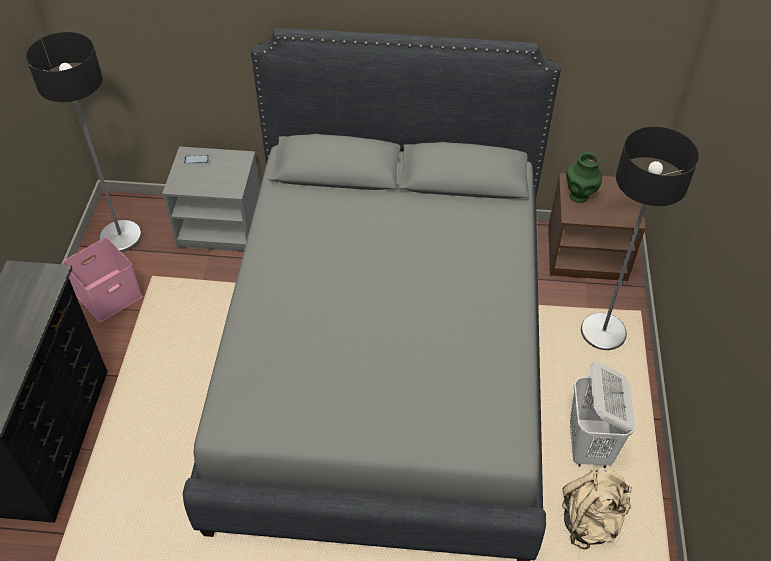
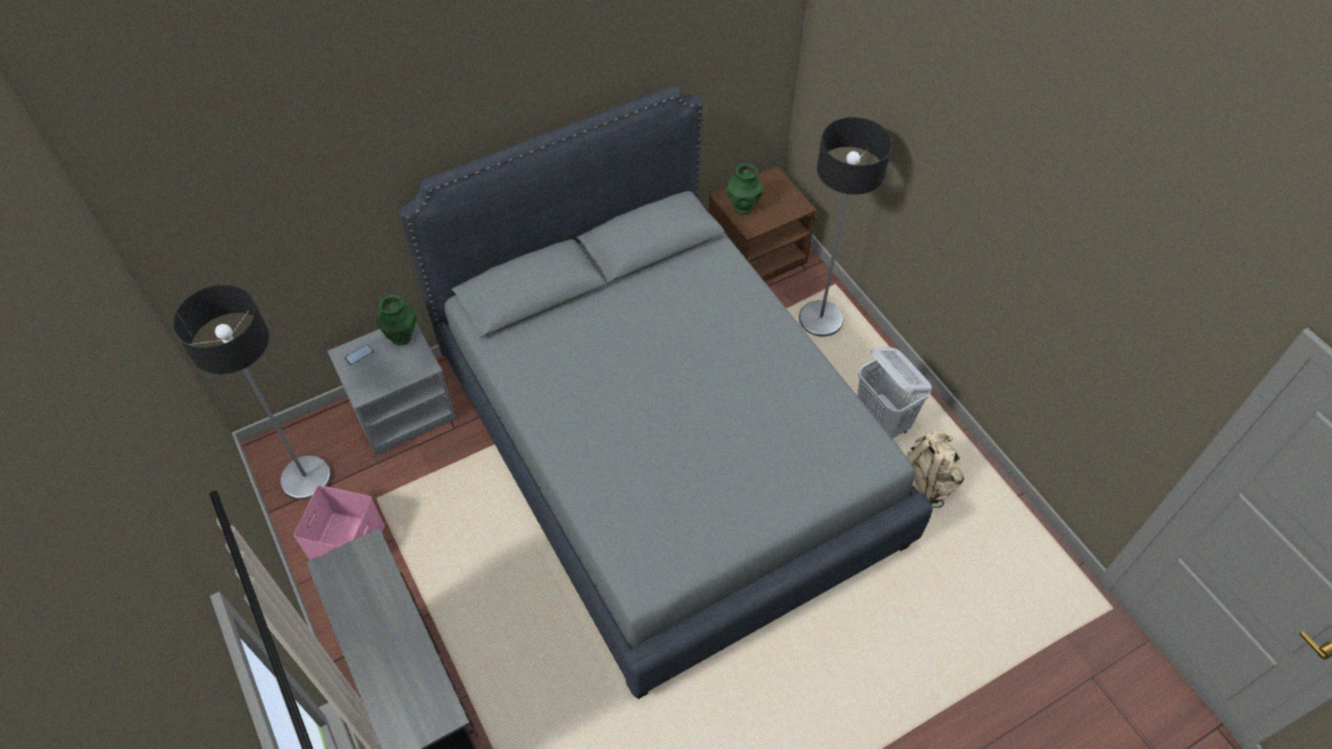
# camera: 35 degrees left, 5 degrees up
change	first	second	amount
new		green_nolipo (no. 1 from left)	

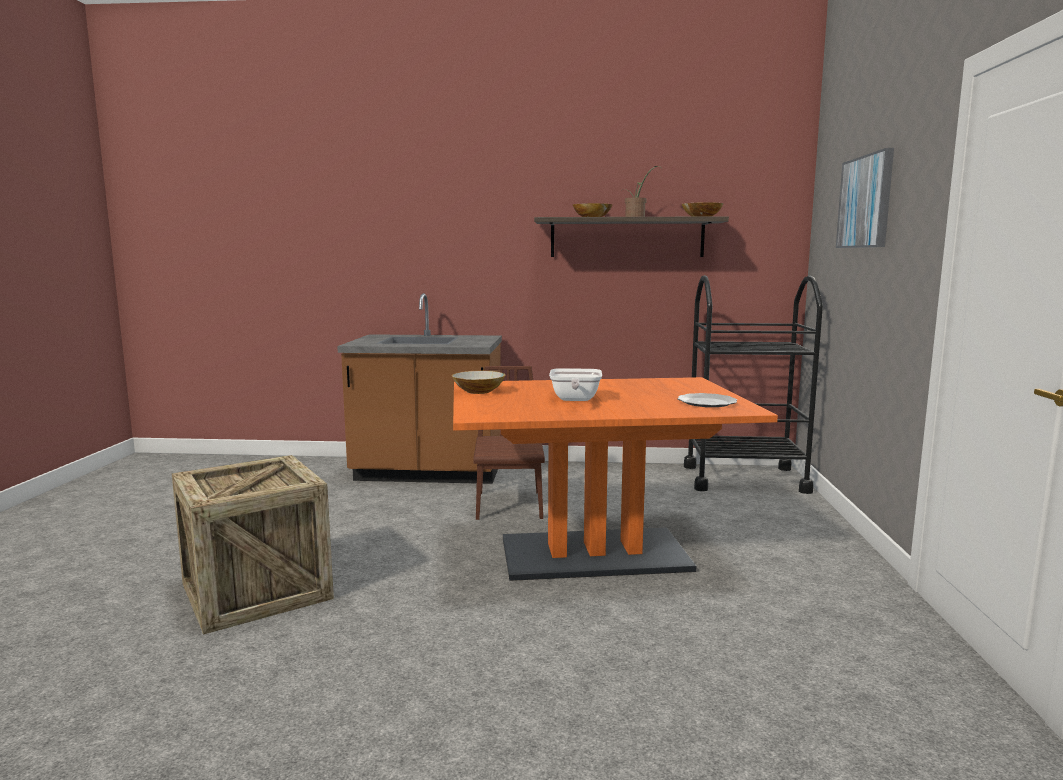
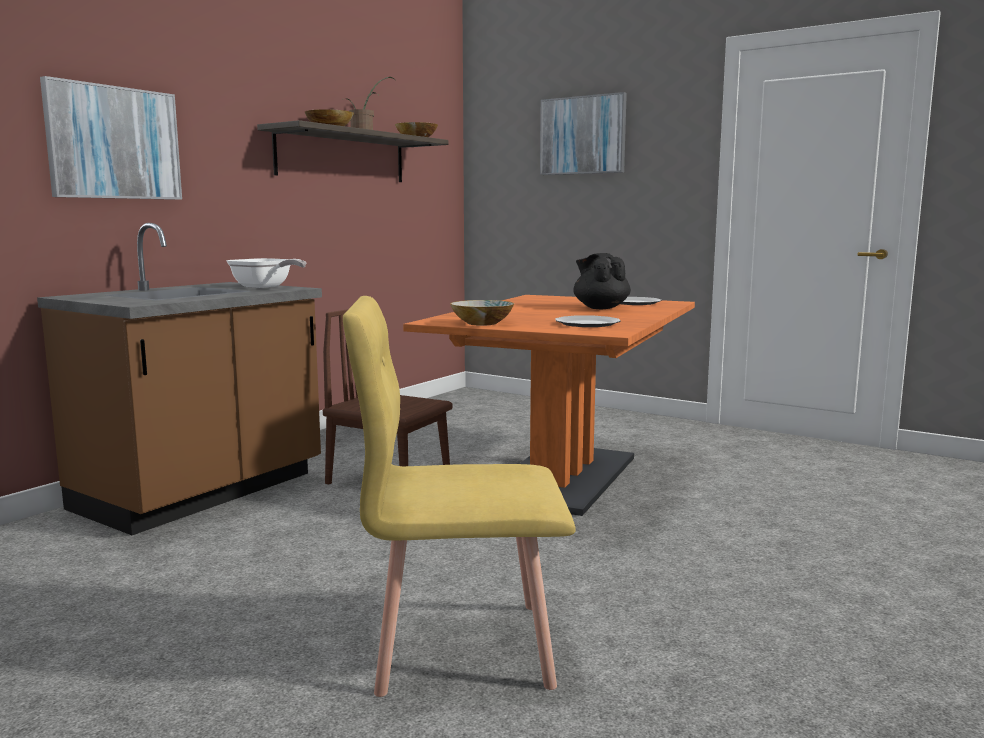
# camera: 60 degrees left, 0 degrees up
change	first	second	amount
new		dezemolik (no. 1 from left)	
shifted	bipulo		
swapped	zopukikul	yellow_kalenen	
new		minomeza (no. 1 from left)	
new		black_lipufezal	
gone	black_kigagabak		

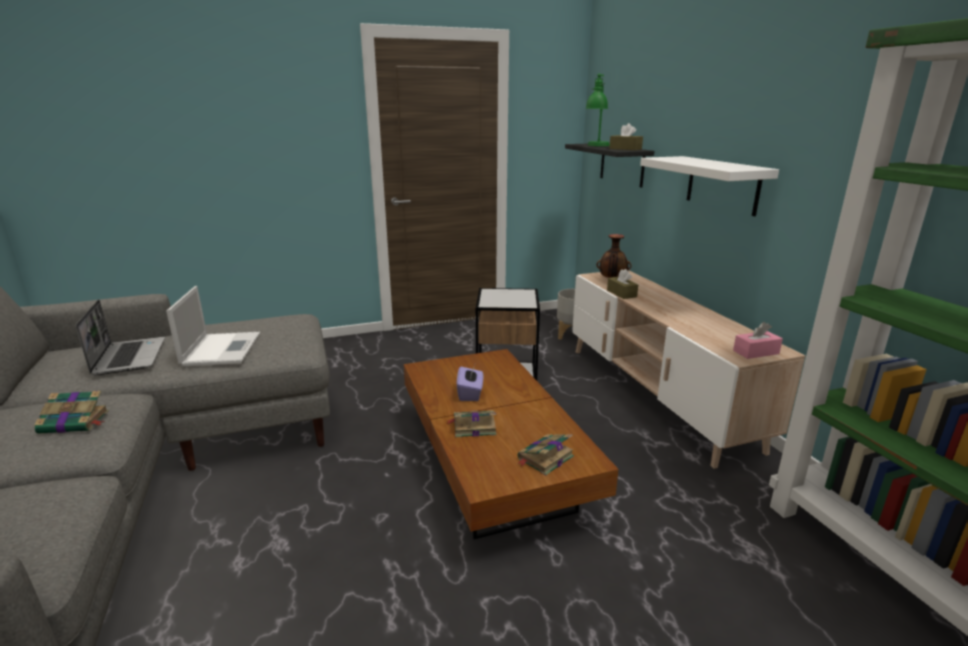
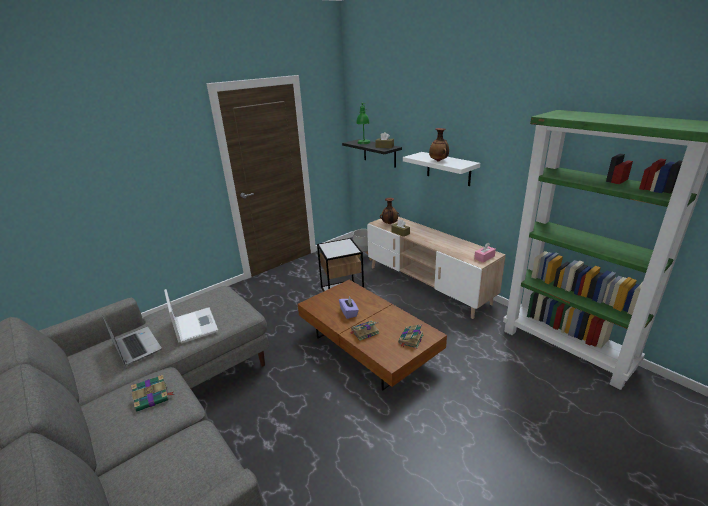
# camera: 20 degrees left, 5 degrees up
change	first	second	amount
new		nolipo (no. 2 from left)	

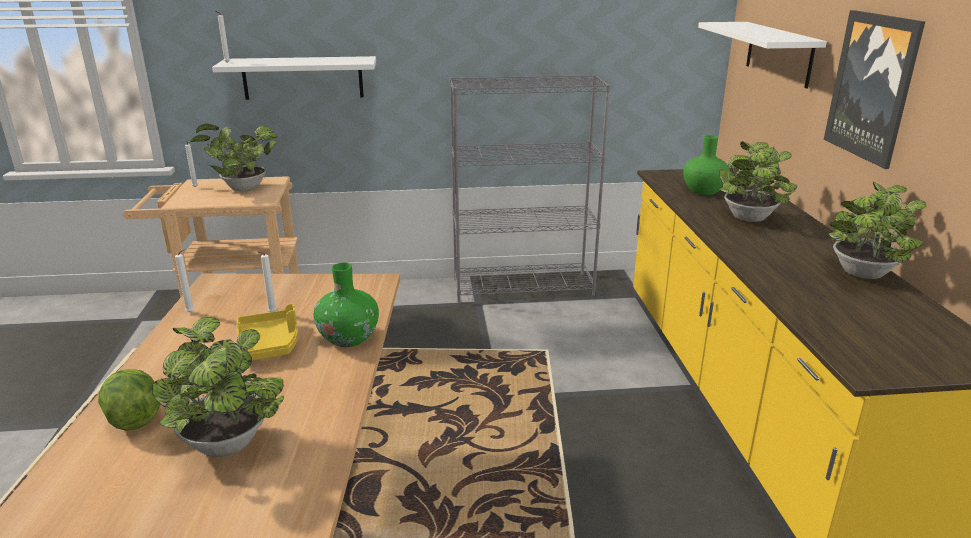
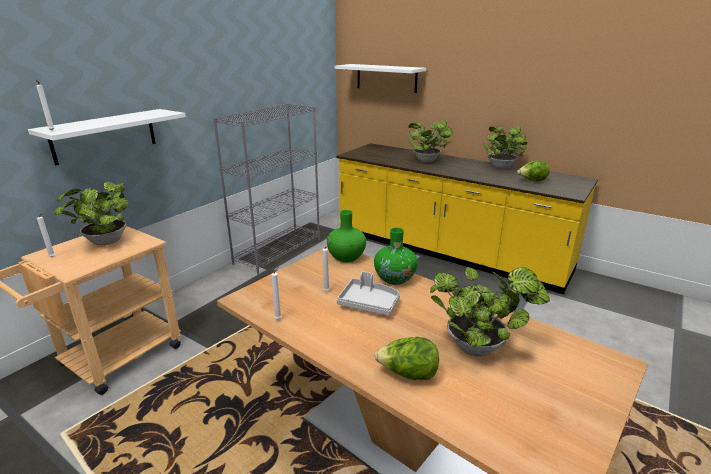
# camera: 50 degrees left, 0 degrees up
change	first	second	amount
shifted	green_nolipo (no. 2 from left in the first image)	green_nolipo (no. 1 from left)	
repainted	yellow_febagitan	grey_febagitan	
new		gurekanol (no. 2 from left)	
gone	dezemolik		

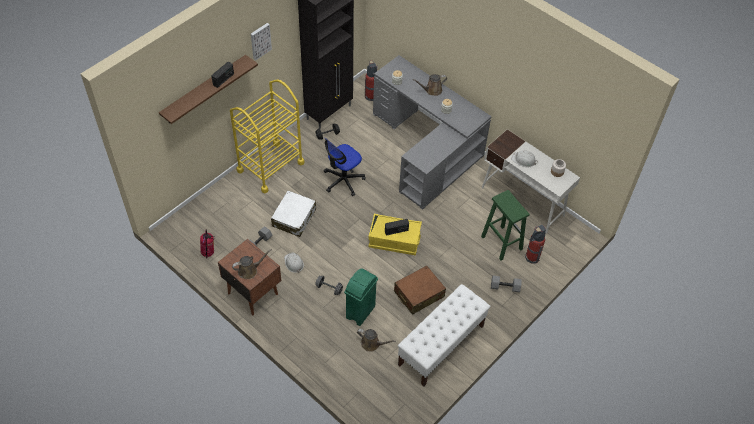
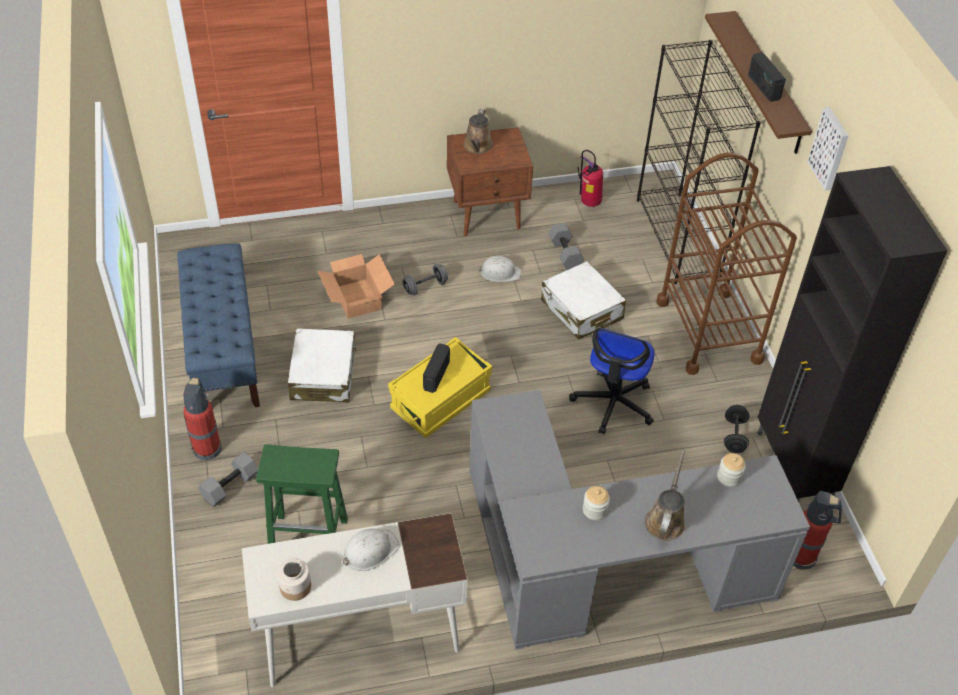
# camera: 125 degrees right, 5 degrees down
change	first	second	amount
repainted	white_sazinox	blue_sazinox	
shifted	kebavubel (no. 3 from left in the first image)	kebavubel (no. 1 from left)	
repainted	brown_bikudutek	white_bikudutek (no. 1 from left)	
swapped	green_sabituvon	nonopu	
rotated	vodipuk		150 degrees counterclockwise
new		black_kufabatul	
repainted	yellow_kigagabak	brown_kigagabak	
gone	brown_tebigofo (no. 2 from left)		

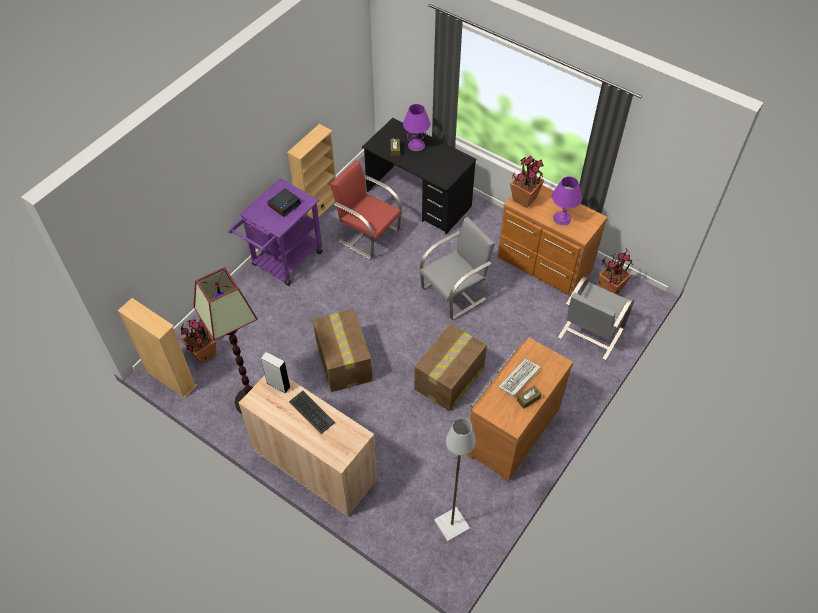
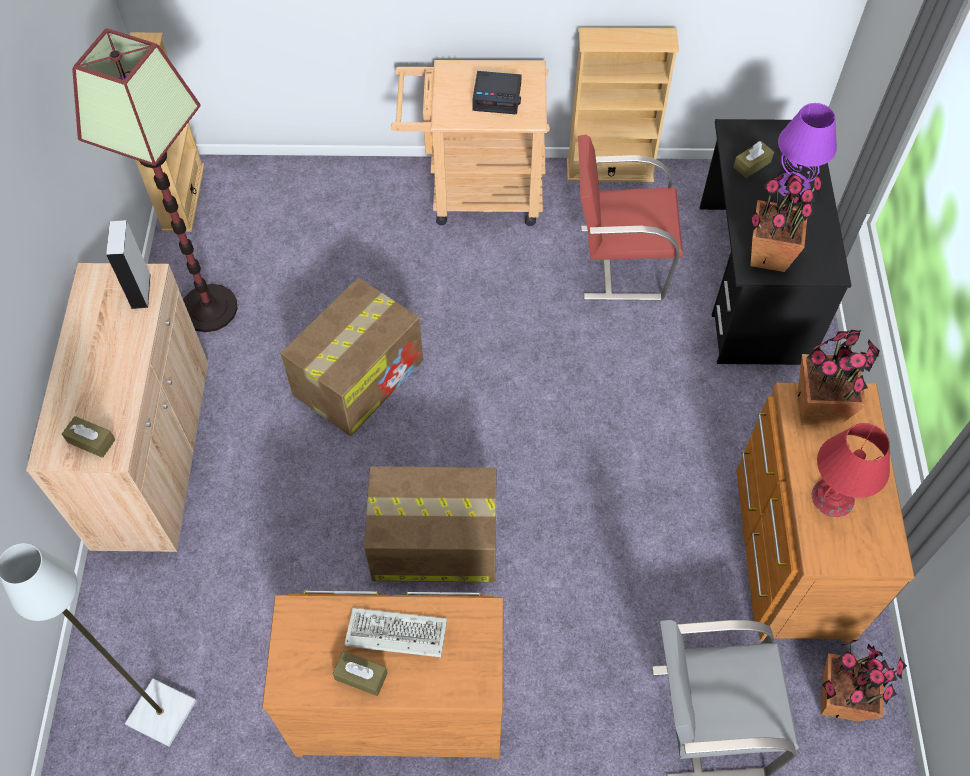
# camera: 55 degrees right, 5 degrees up
change	first	second	amount
new		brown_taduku (no. 1 from left)	
repainted	purple_kigagabak	beige_kigagabak	
rotated	red_kalenen		90 degrees counterclockwise
shifted	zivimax (no. 1 from left)		
repainted	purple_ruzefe (no. 2 from left)	red_ruzefe	
gone	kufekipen (no. 1 from left)		
gone	grey_kalenen (no. 1 from left)		

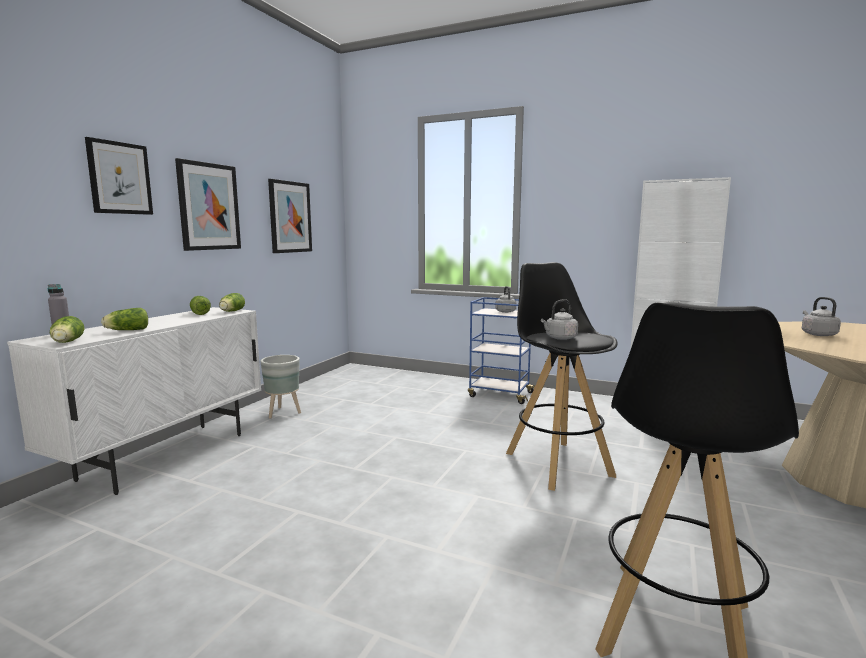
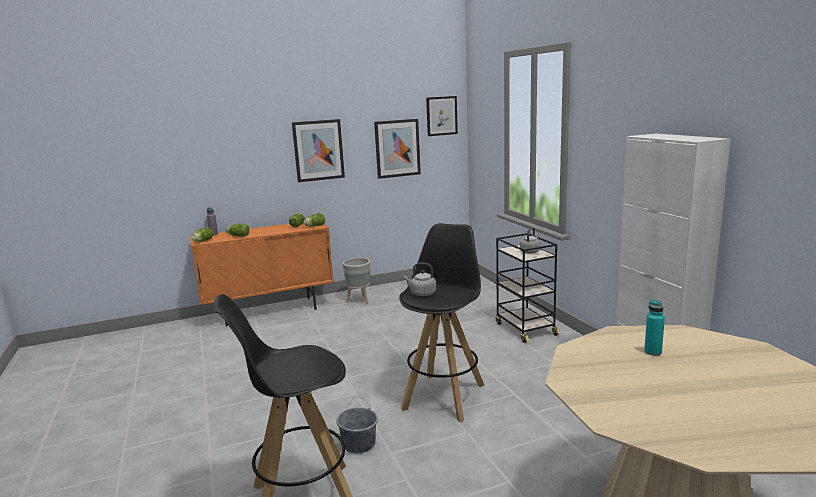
# camera: 45 degrees right, 5 degrees up
change	first	second	amount
repainted	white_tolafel (no. 1 from left)	orange_tolafel	
new		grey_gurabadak	
shifted	dezemolik (no. 1 from left in the first image)	dezemolik (no. 3 from left)	
repainted	blue_kigagabak	black_kigagabak	
swapped	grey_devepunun (no. 3 from left)	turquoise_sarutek	

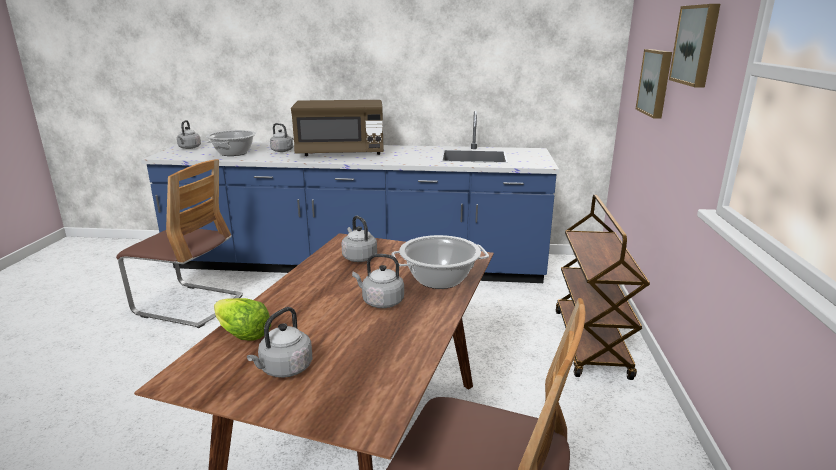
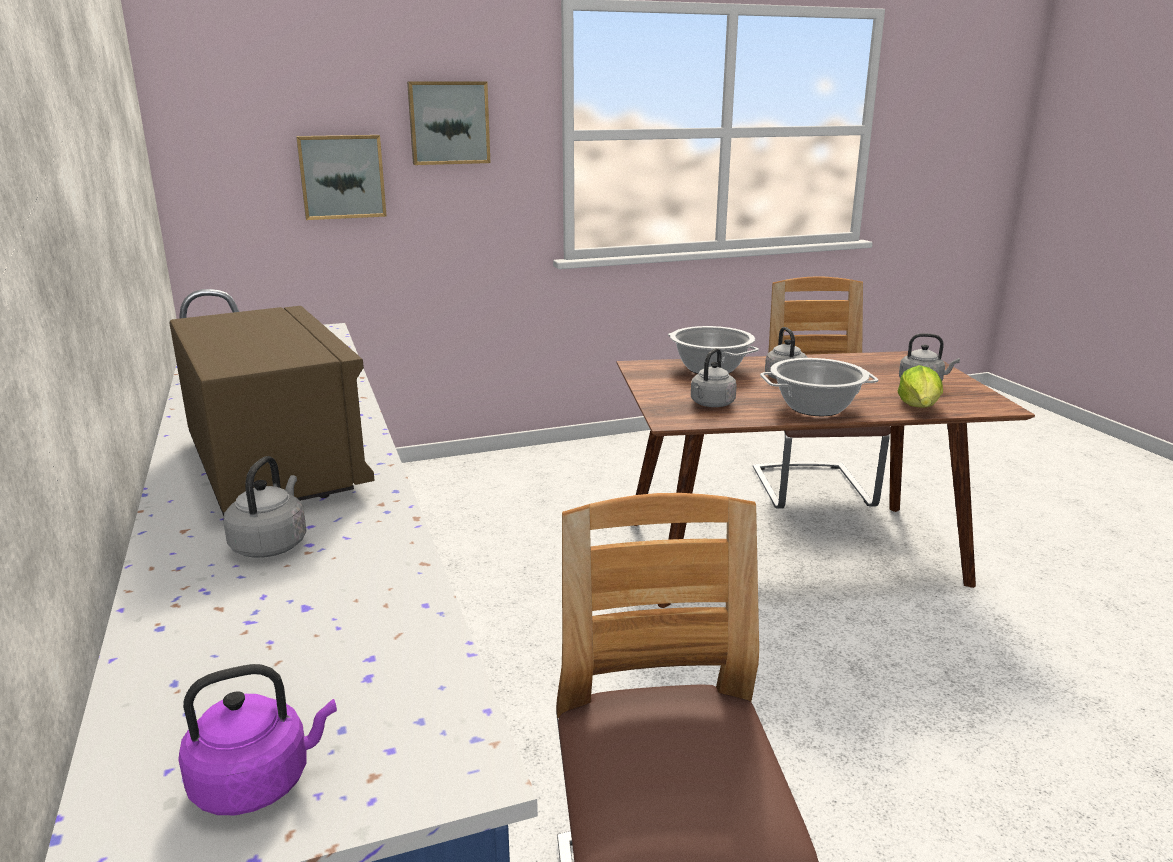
# camera: 115 degrees left, 0 degrees up
change	first	second	amount
repainted	grey_devepunun (no. 1 from left)	purple_devepunun	
shifted	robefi (no. 1 from left in the first image)	robefi (no. 2 from left)	
gone	brown_kigagabak		

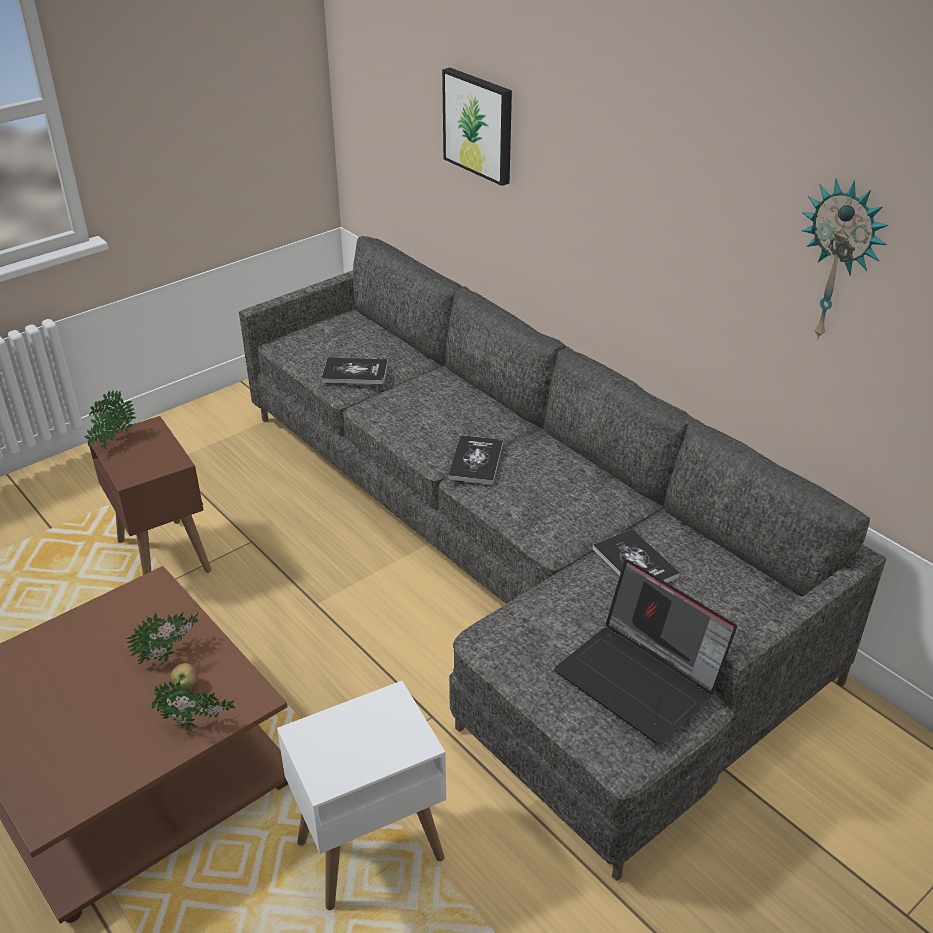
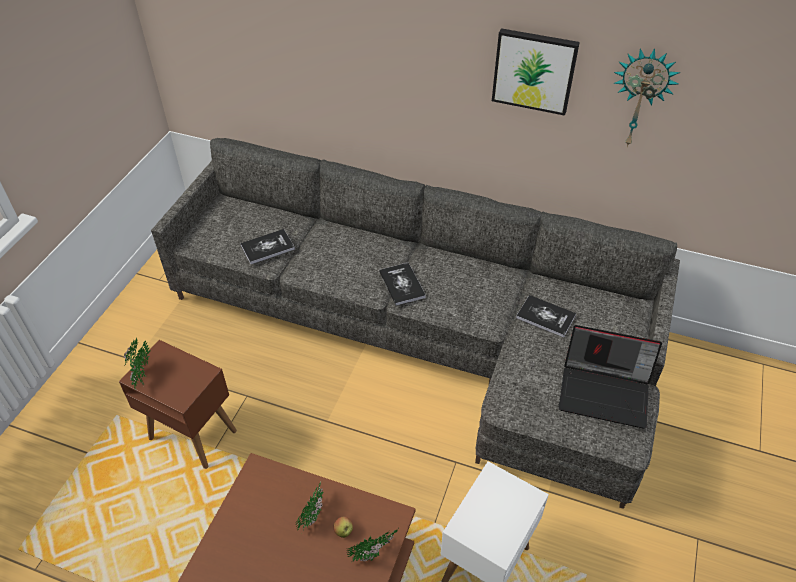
# camera: 30 degrees left, 10 degrees up
change	first	second	amount
shifted	dezemolik		

